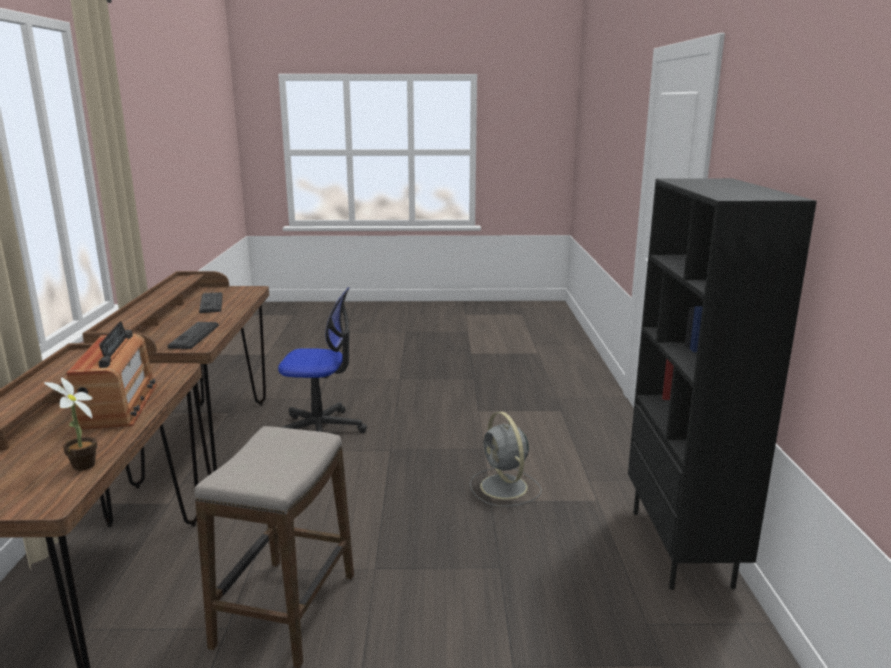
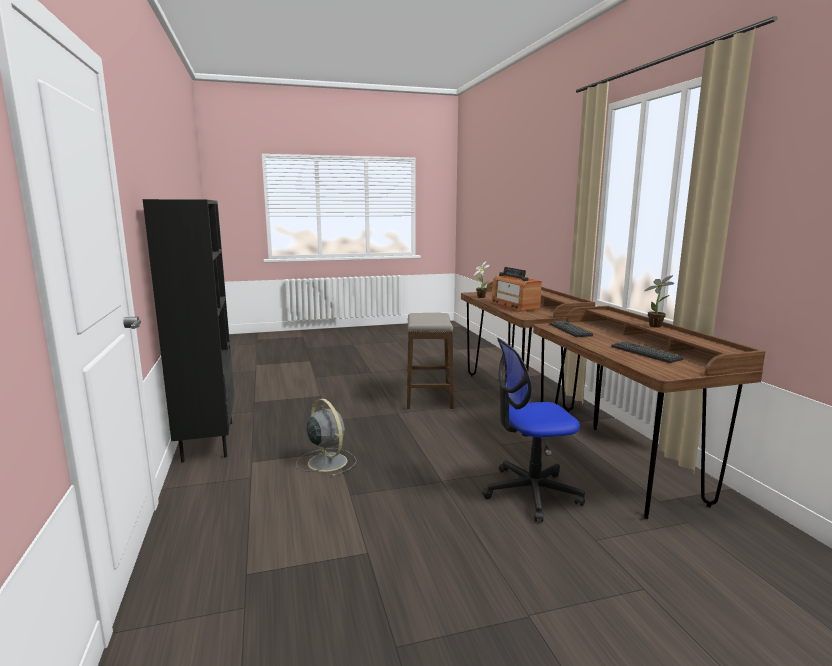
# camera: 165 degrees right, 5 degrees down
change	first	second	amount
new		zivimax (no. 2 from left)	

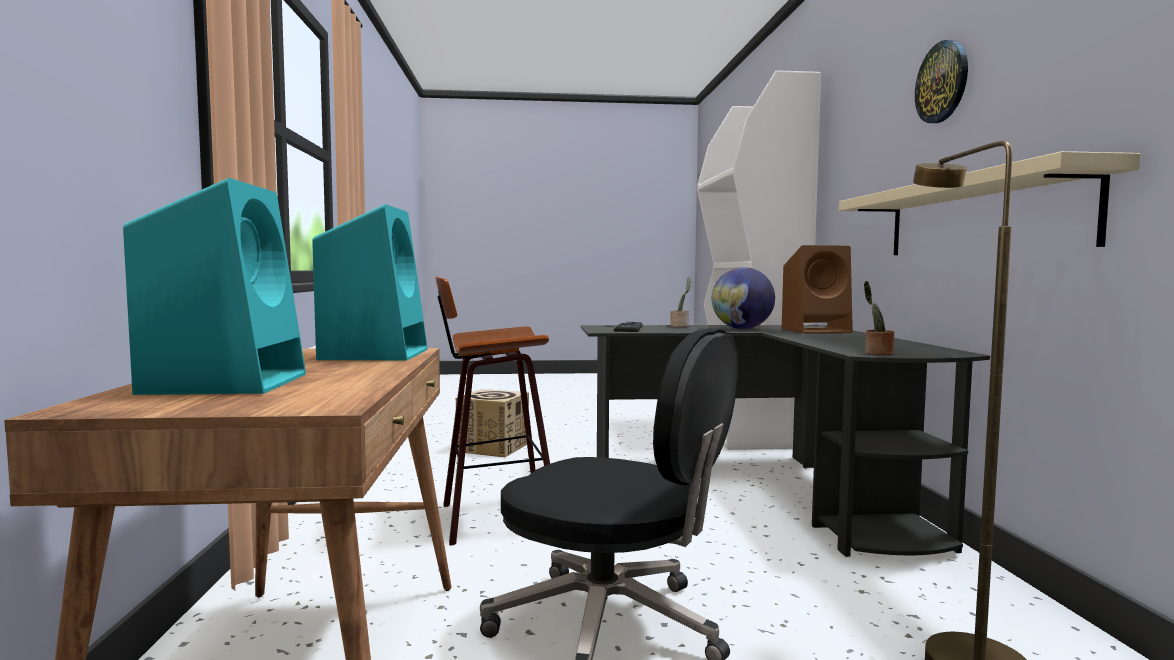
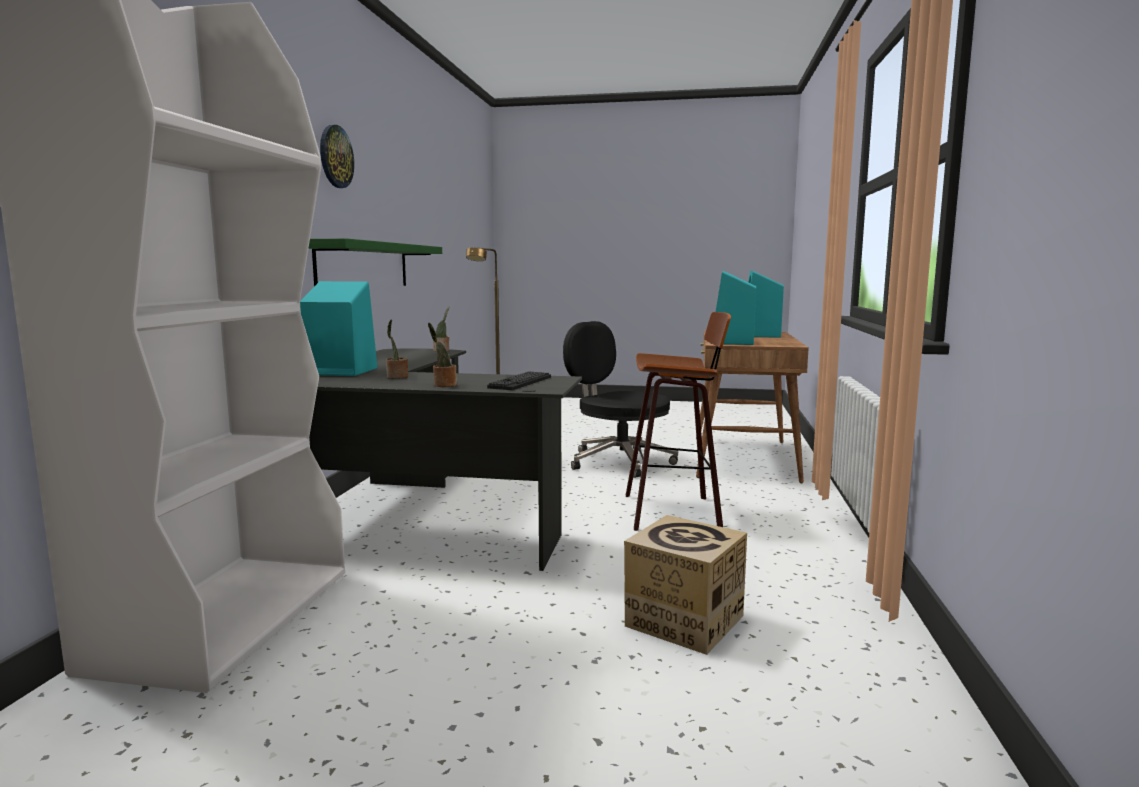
# camera: 165 degrees left, 5 degrees up
change	first	second	amount
repainted	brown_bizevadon	turquoise_bizevadon (no. 1 from left)	
repainted	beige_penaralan	green_penaralan	
swapped	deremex	zivimax (no. 1 from left)	

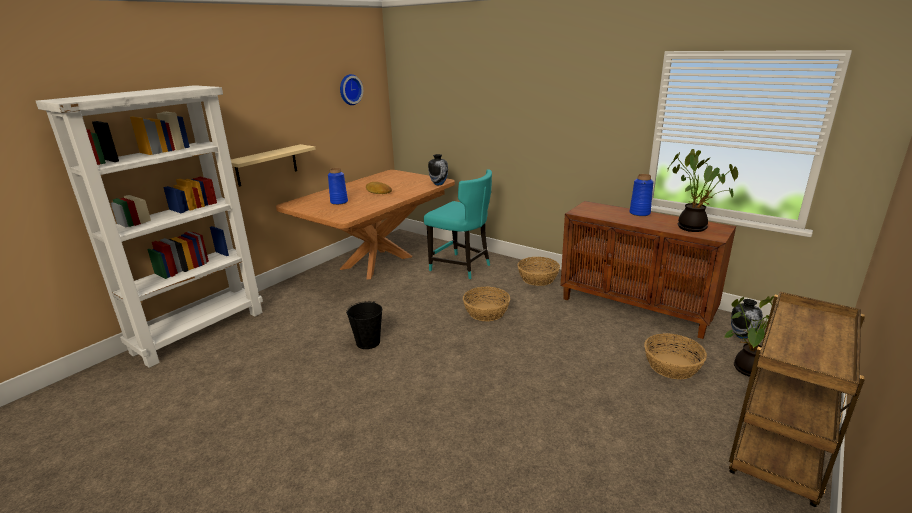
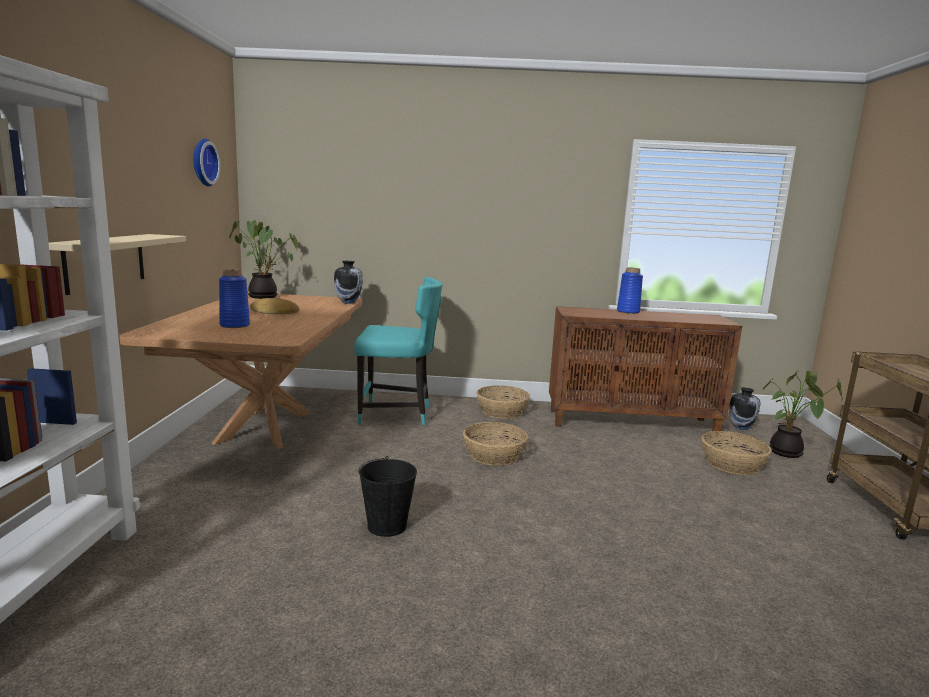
# camera: 35 degrees left, 10 degrees down
change	first	second	amount
shifted	zivimax (no. 1 from left)		

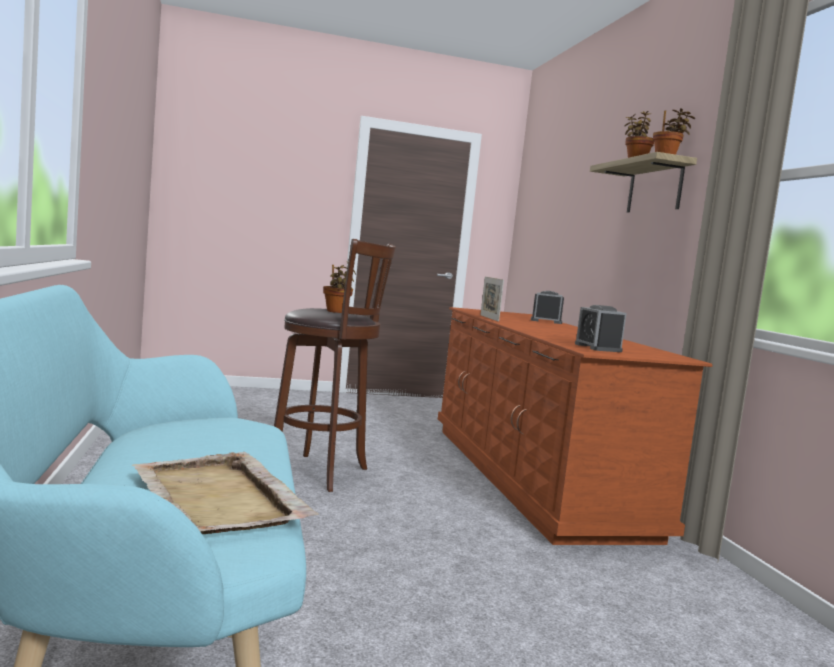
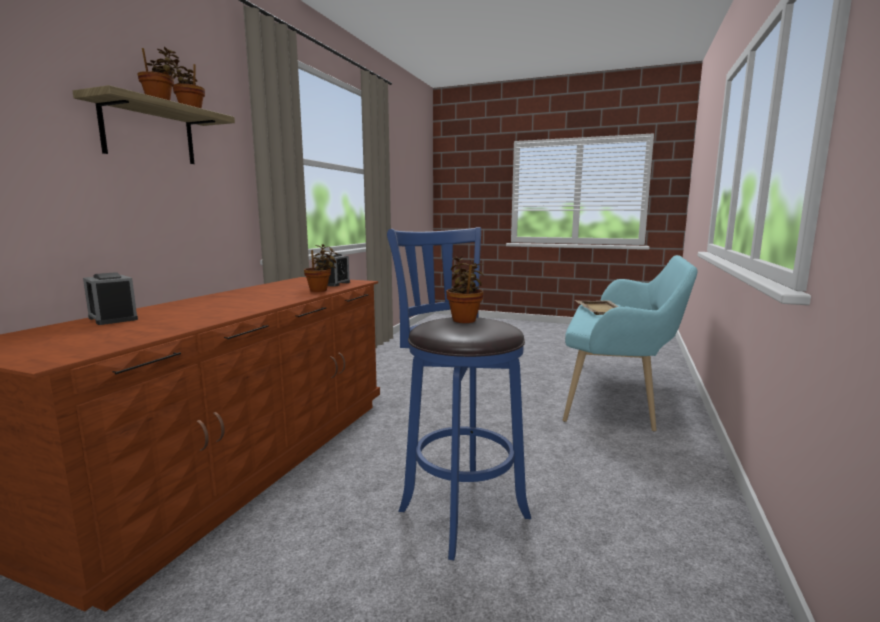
# camera: 145 degrees left, 5 degrees up
change	first	second	amount
new		zivimax (no. 3 from left)	
repainted	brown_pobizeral	blue_pobizeral	
gone	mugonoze		

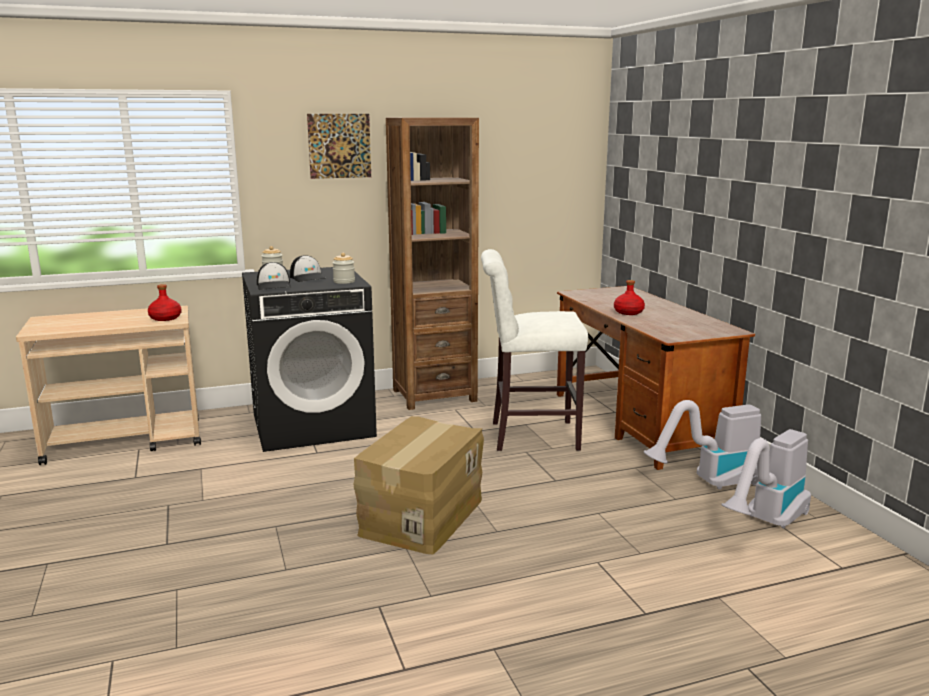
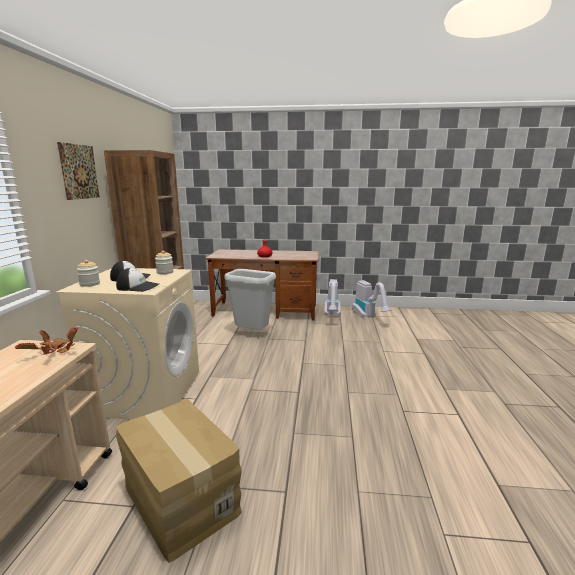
# camera: 65 degrees left, 0 degrees up
change	first	second	amount
swapped	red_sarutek (no. 1 from left)	zivimax	
repainted	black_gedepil	beige_gedepil	
shifted	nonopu		
swapped	white_pobizeral	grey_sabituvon	

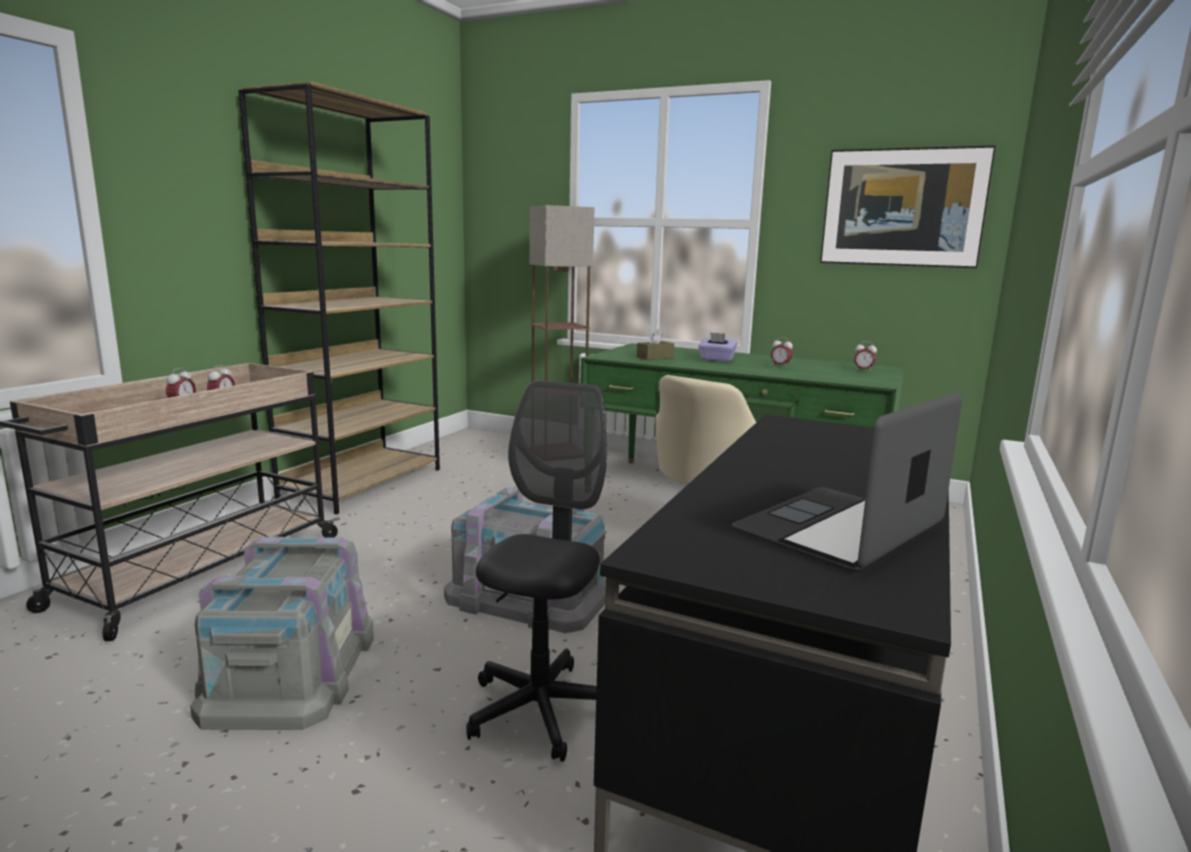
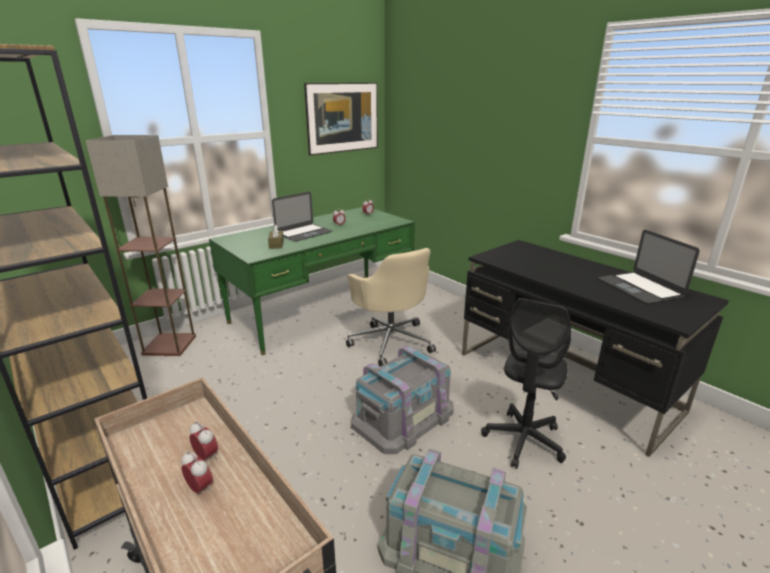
# camera: 65 degrees left, 10 degrees up
change	first	second	amount
swapped	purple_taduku	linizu (no. 1 from left)	
rotated	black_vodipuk		105 degrees counterclockwise

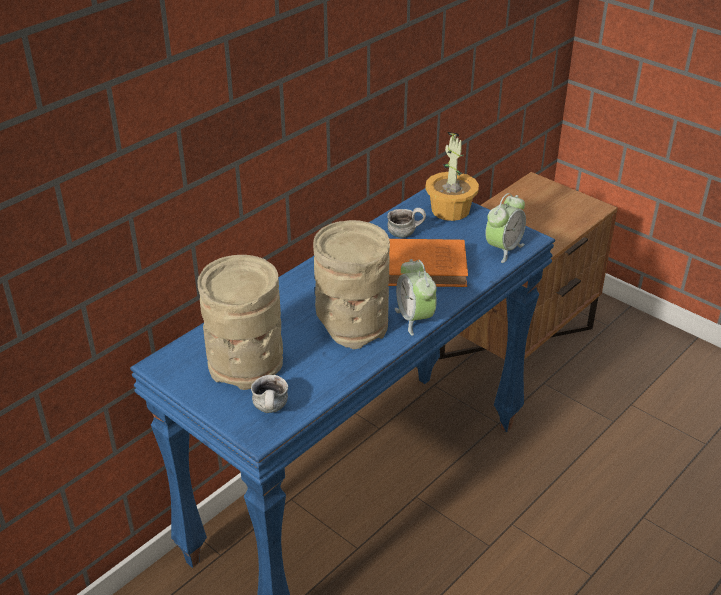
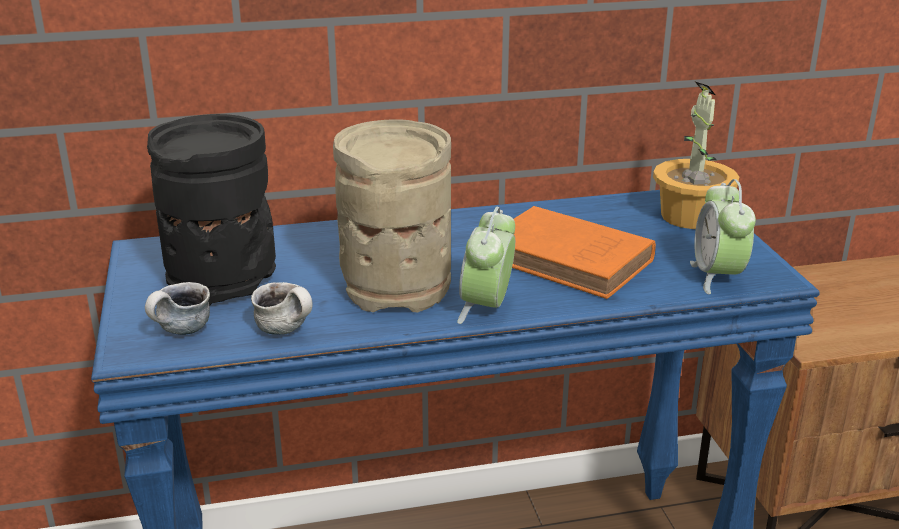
# camera: 35 degrees right, 10 degrees down
change	first	second	amount
repainted	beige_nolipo (no. 1 from left)	black_nolipo	
shifted	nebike (no. 2 from left)		
rotated	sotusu (no. 2 from left)		105 degrees clockwise

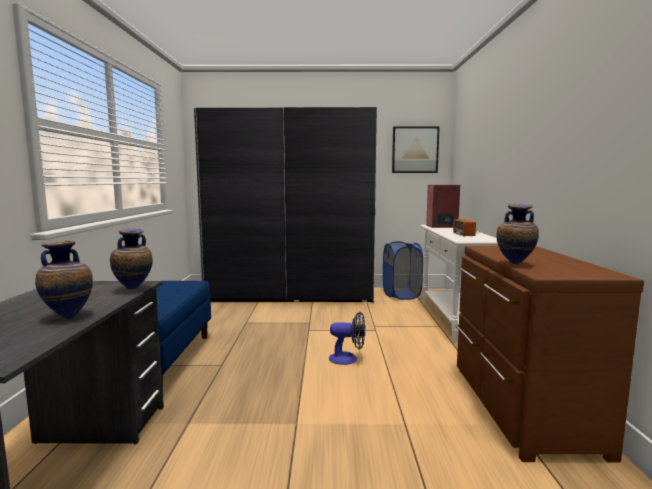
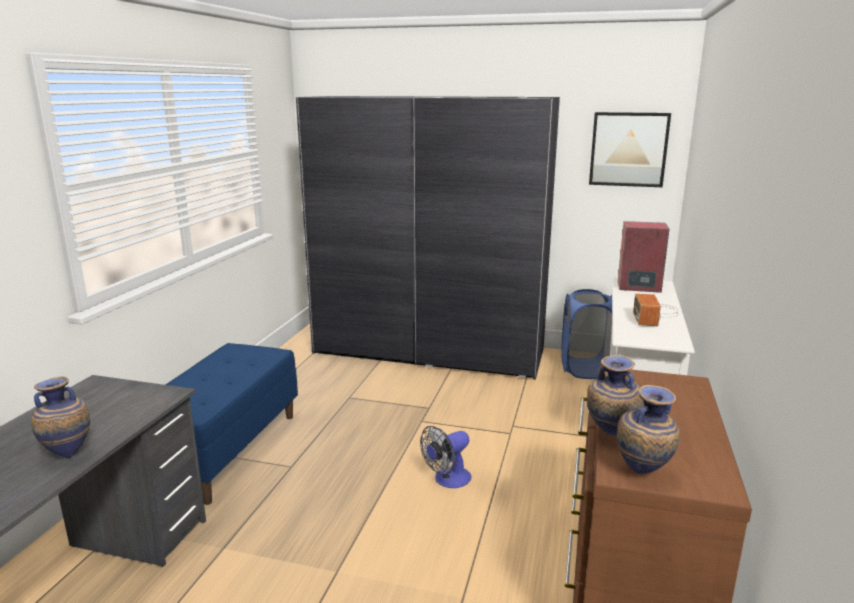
# camera: 15 degrees right, 10 degrees up
change	first	second	amount
rotated	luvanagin		120 degrees clockwise
shifted	nolipo (no. 2 from left in the first image)	nolipo (no. 3 from left)	

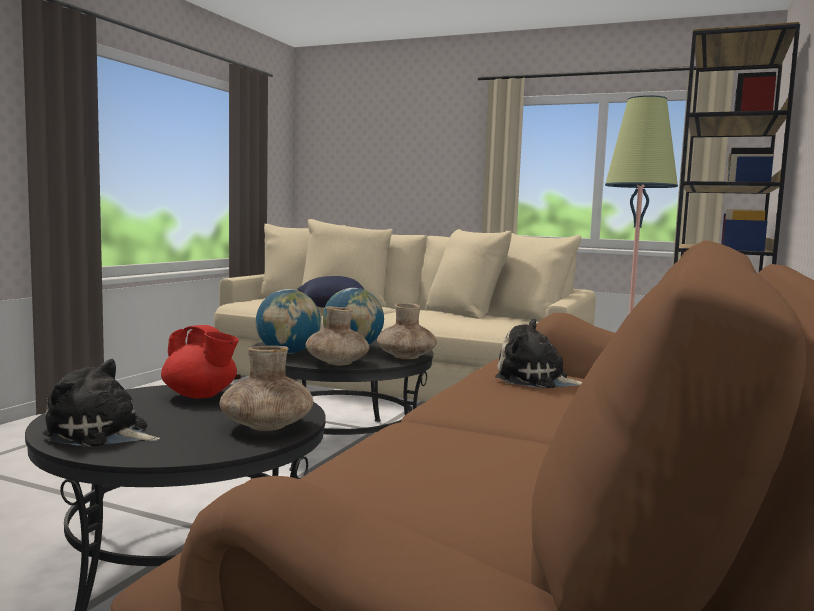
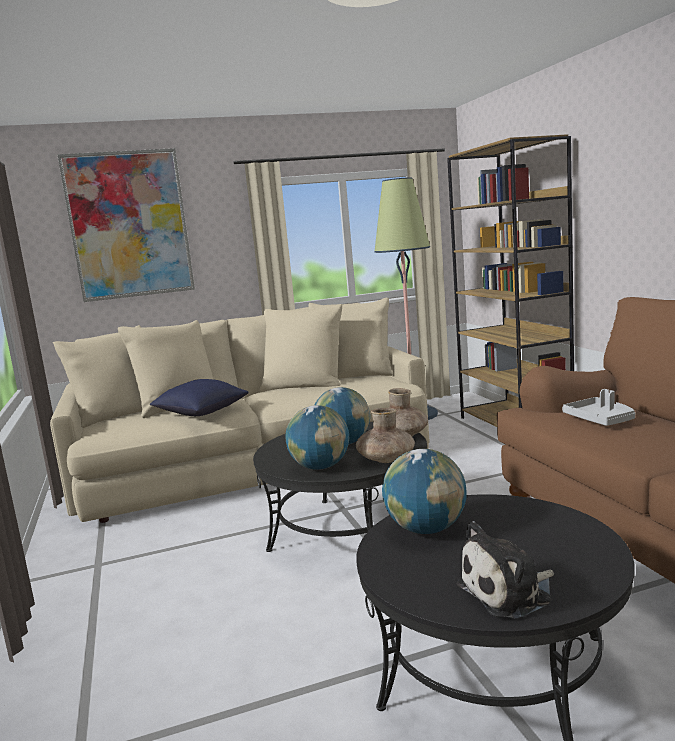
# camera: 40 degrees left, 5 degrees up
change	first	second	amount
new		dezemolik	
swapped	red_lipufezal	deremex (no. 3 from left)	
swapped	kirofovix (no. 2 from left)	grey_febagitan	
gone	brown_nolipo (no. 1 from left)		

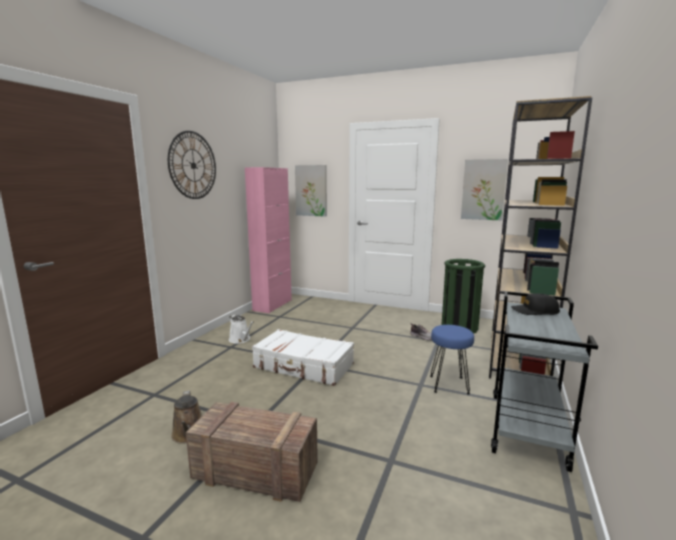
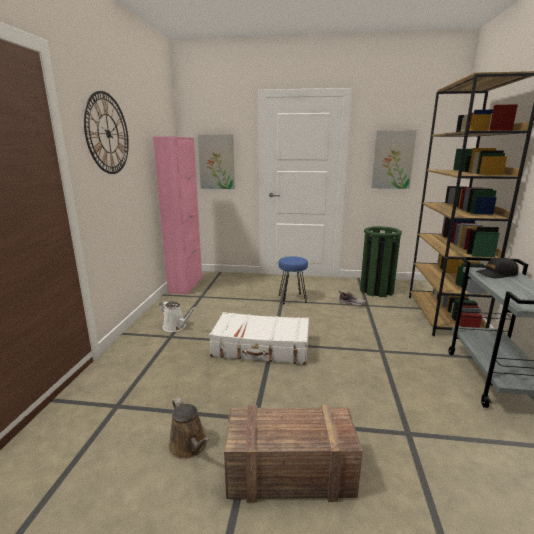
# camera: 15 degrees left, 5 degrees up
change	first	second	amount
shifted	blue_pobizeral		

